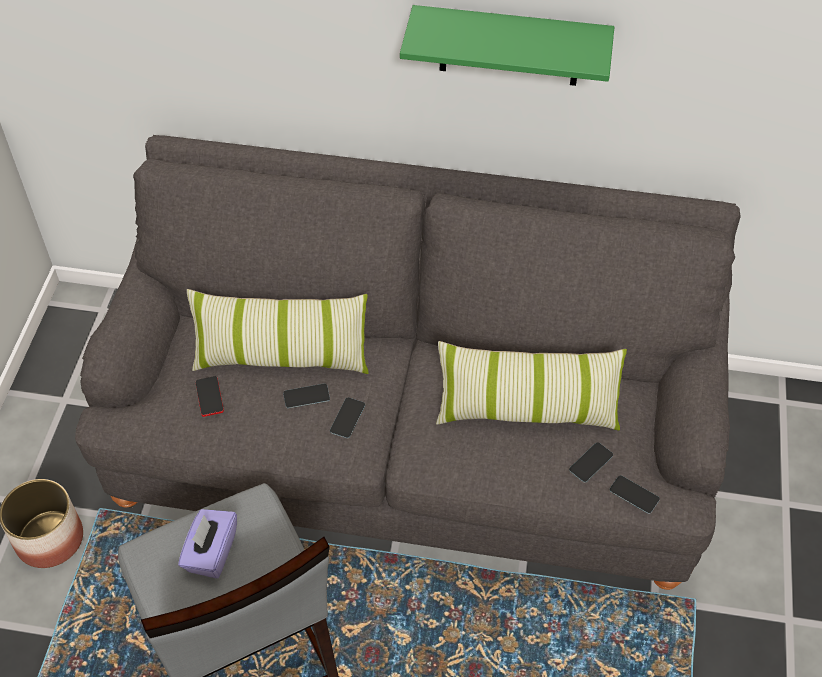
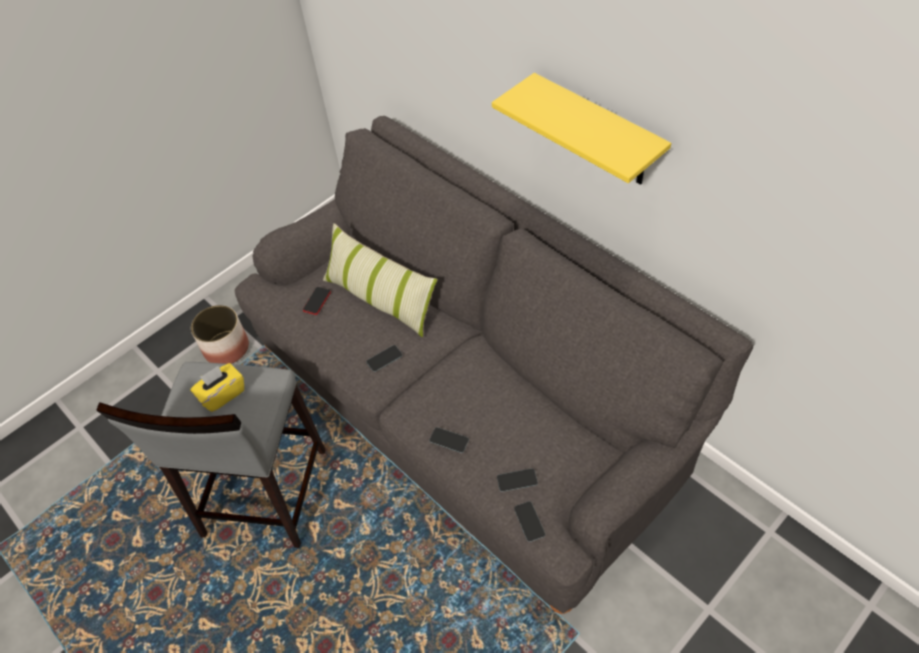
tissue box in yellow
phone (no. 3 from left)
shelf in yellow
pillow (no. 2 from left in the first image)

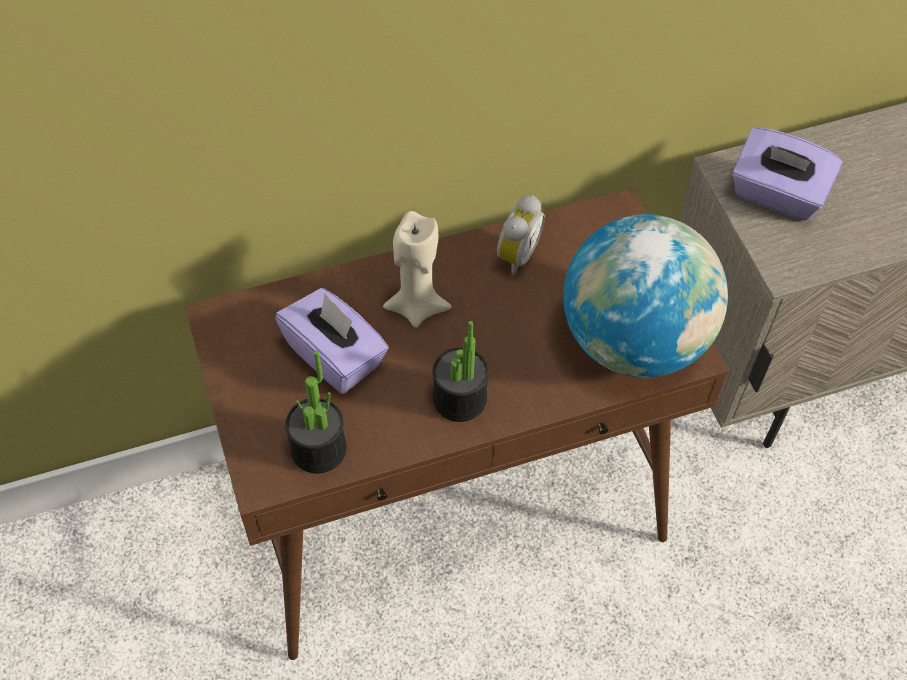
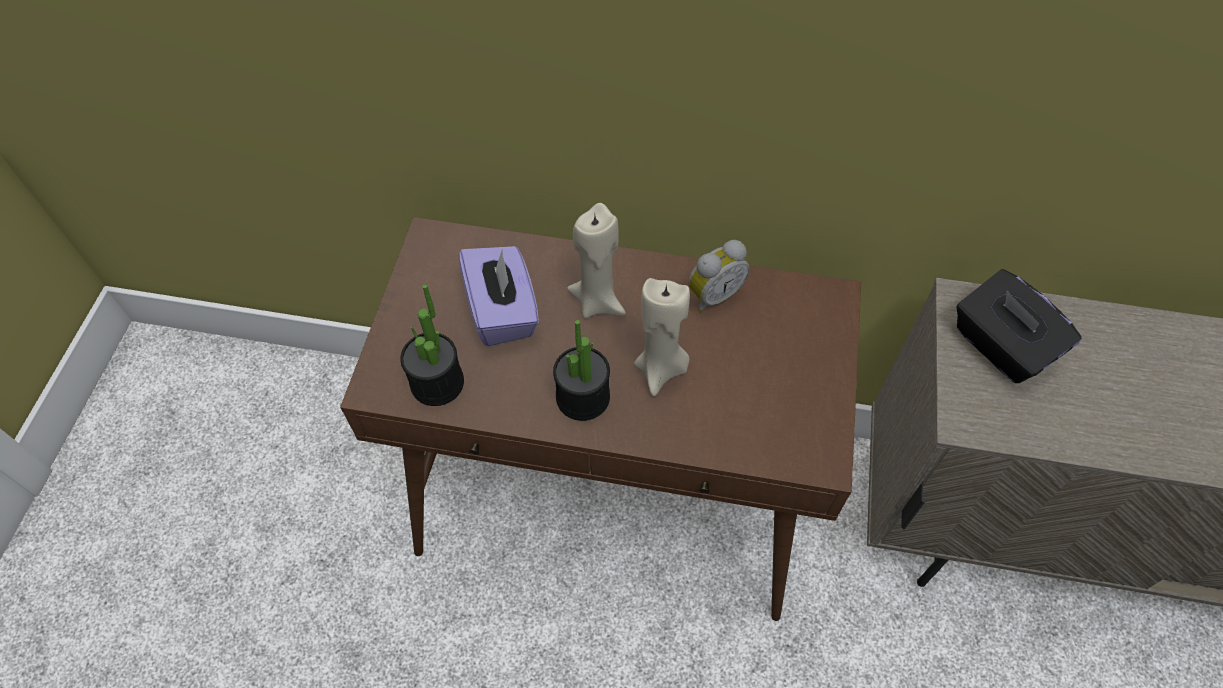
candle in beige (no. 2 from left)
tissue box in black
globe

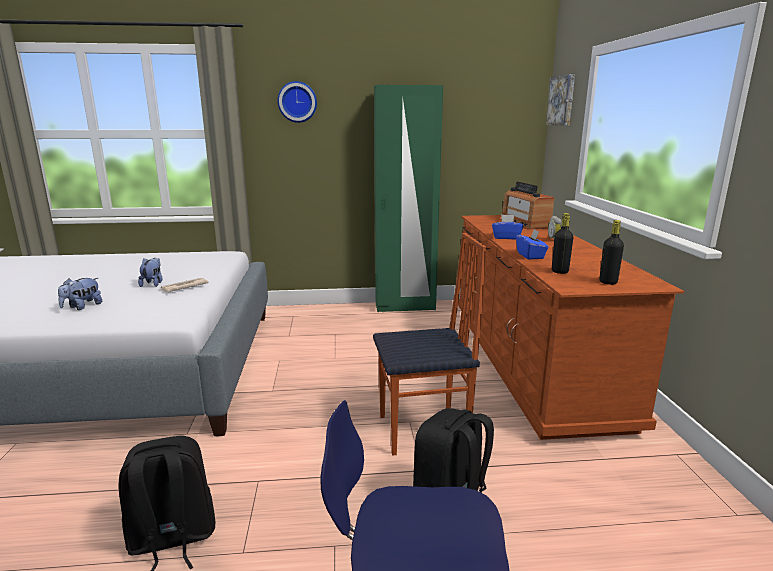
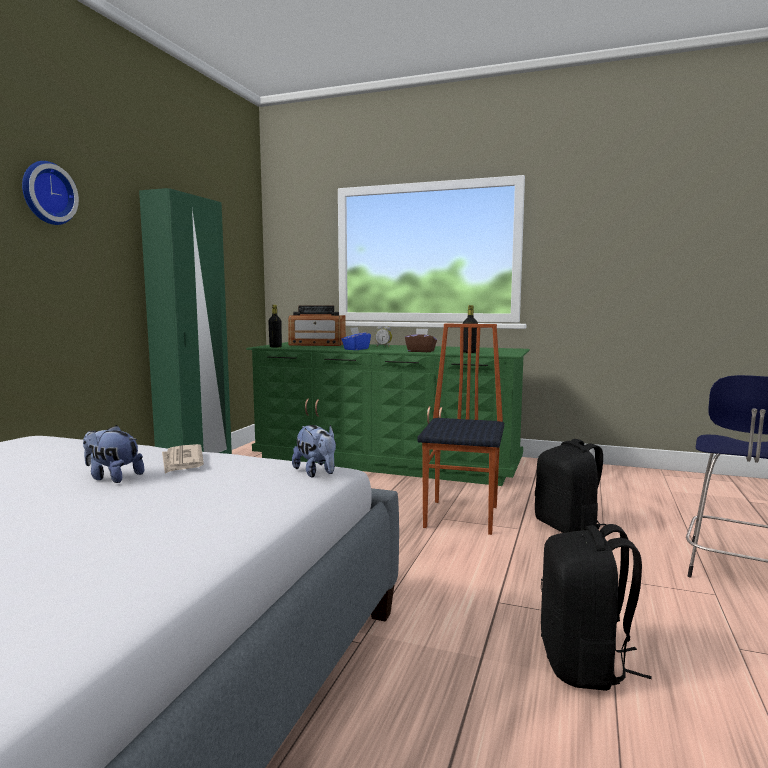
dresser in green
bottle in black (no. 1 from left)
plush toy (no. 2 from left)
tissue box in brown
picture

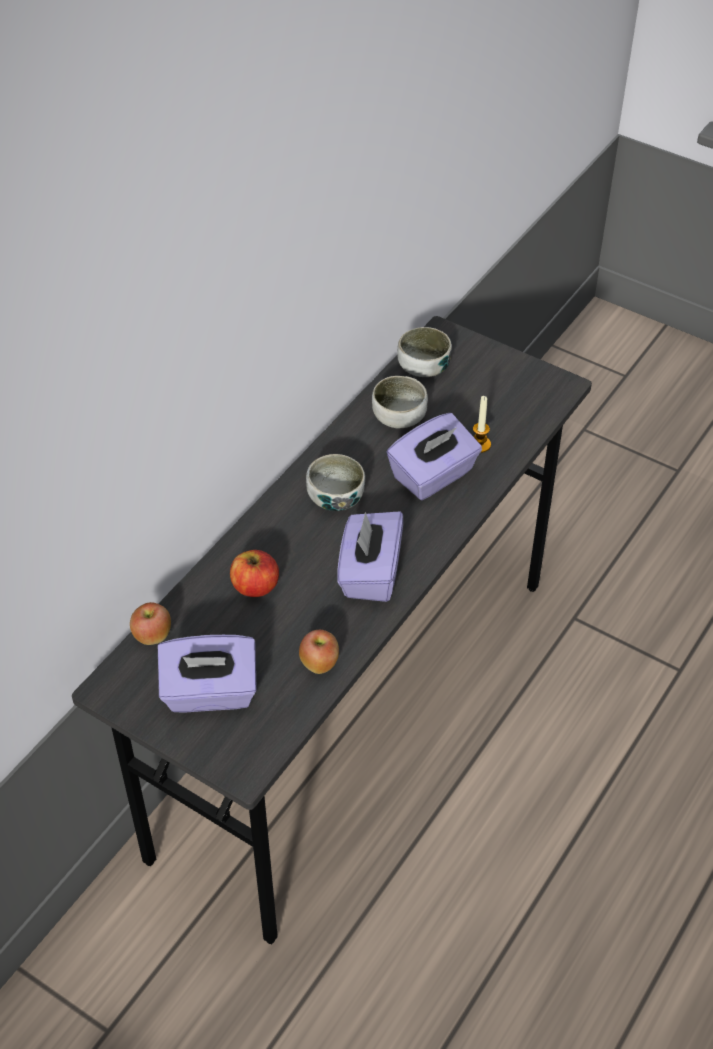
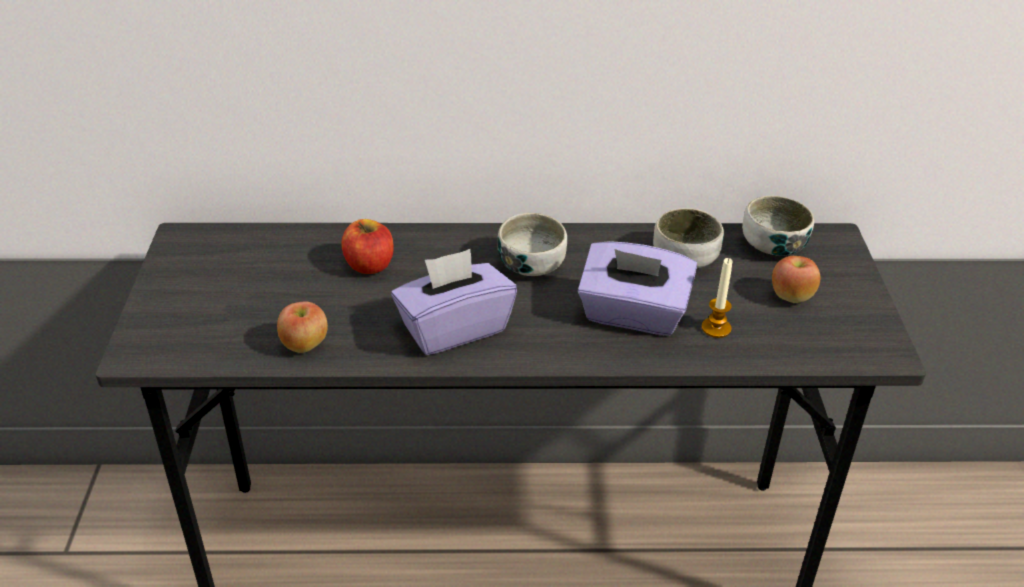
apple (no. 3 from left)
tissue box in purple (no. 1 from left in the first image)

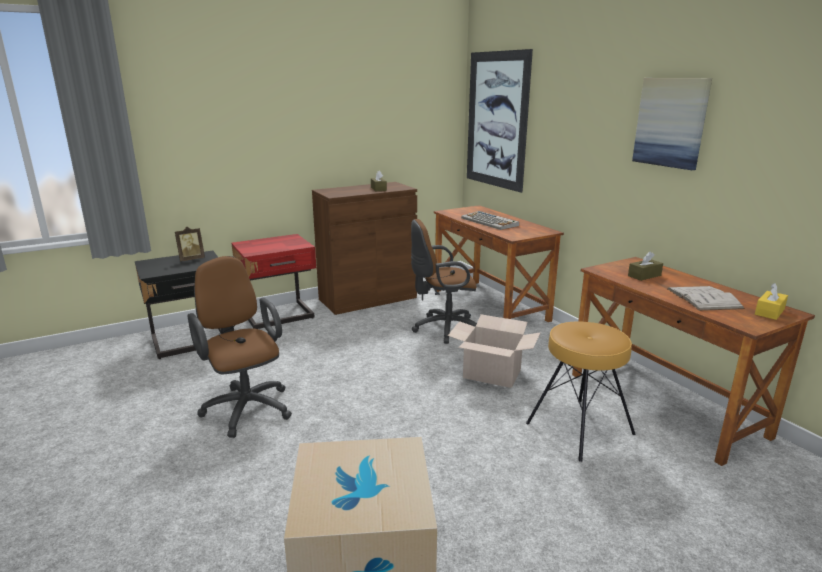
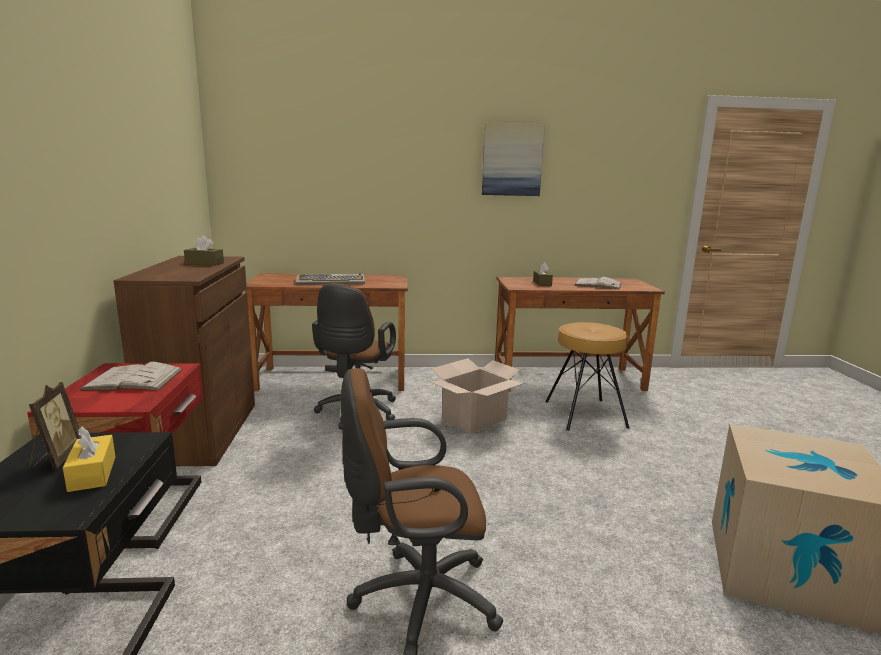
tissue box in yellow
book in white (no. 1 from left)
picture (no. 1 from left in the first image)

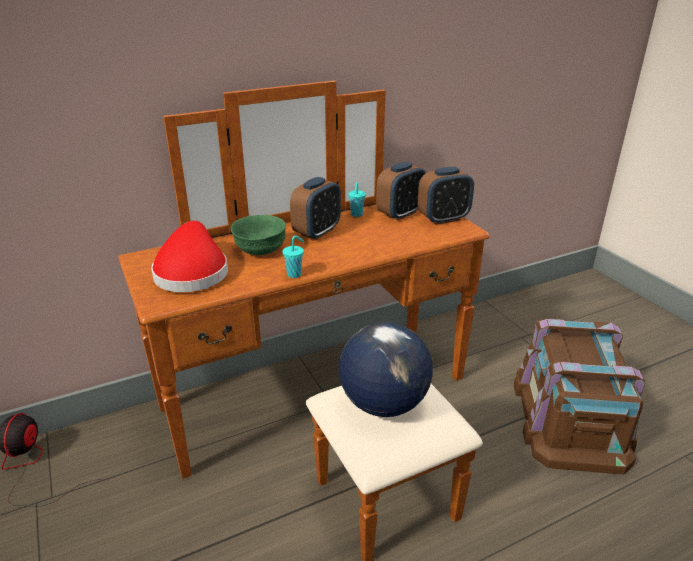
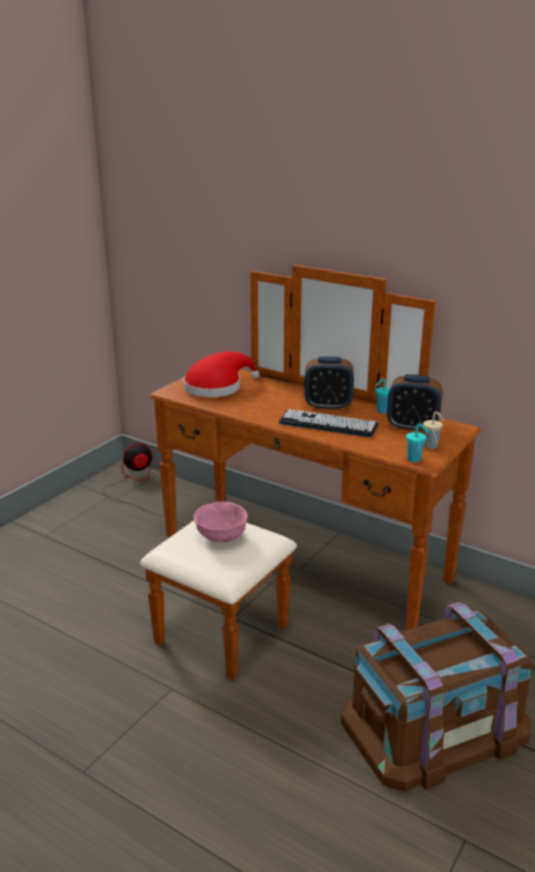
bowl in pink
keyboard
cup in turquoise (no. 2 from left)
cup in beige
bowl in green

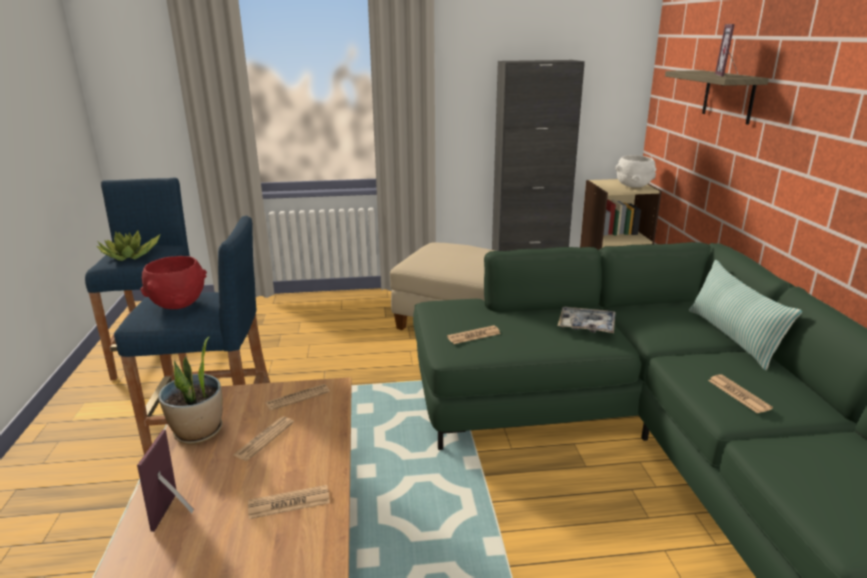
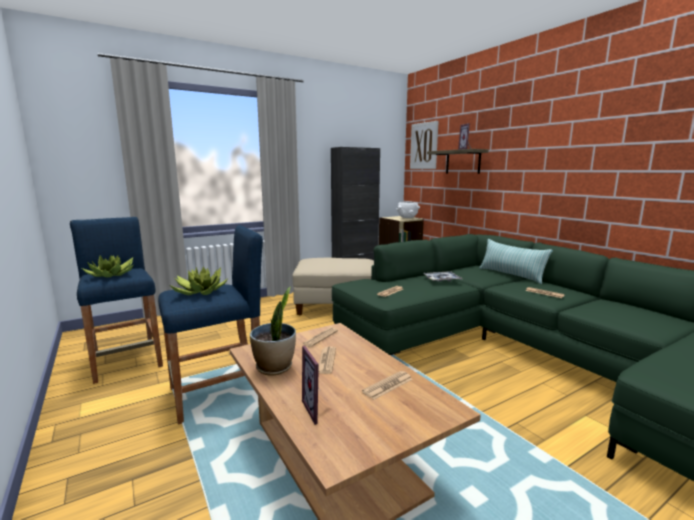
potted plant (no. 2 from left)
picture

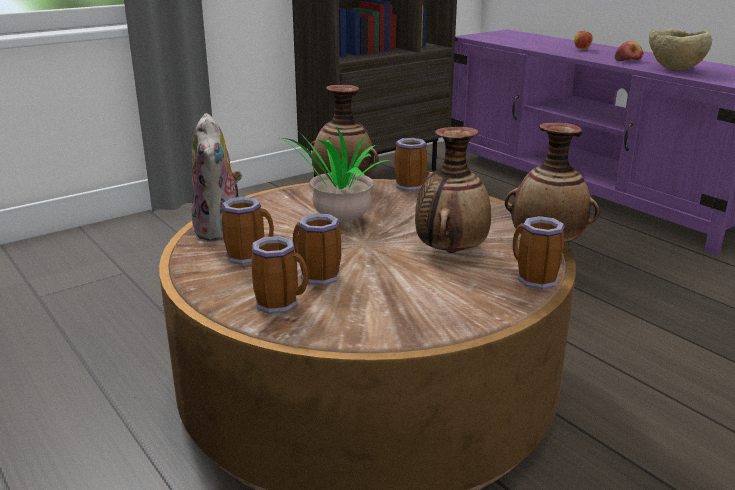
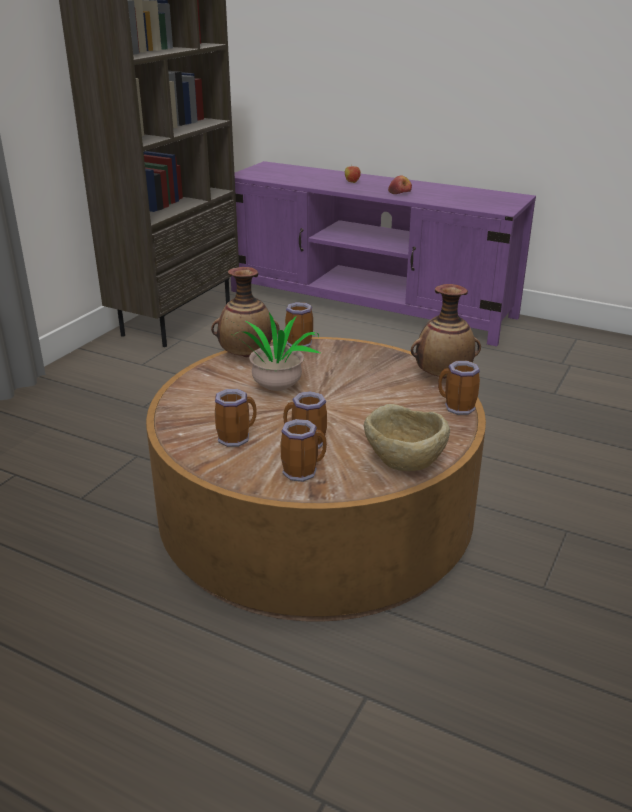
bowl in beige
plush toy
vase (no. 2 from left in the first image)

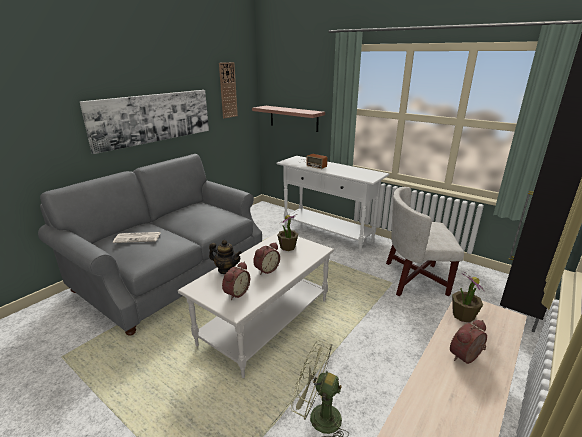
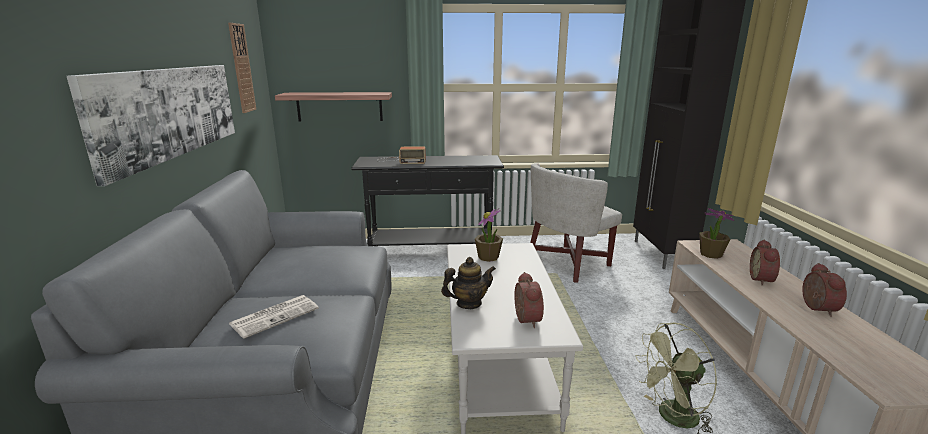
console table in black
alarm clock (no. 3 from left)

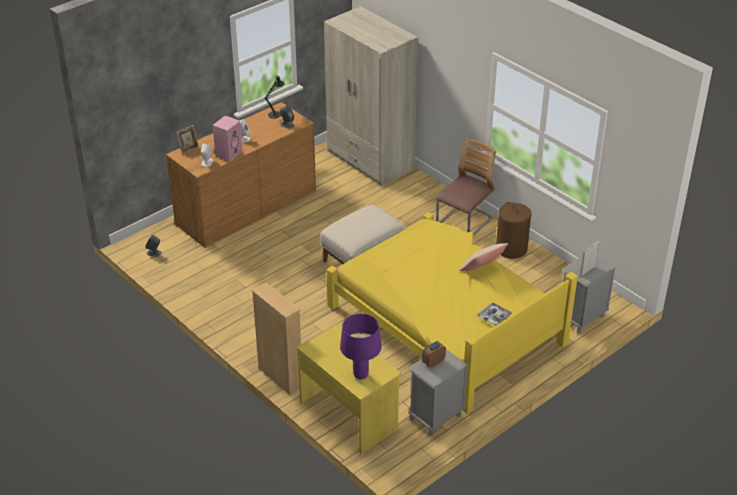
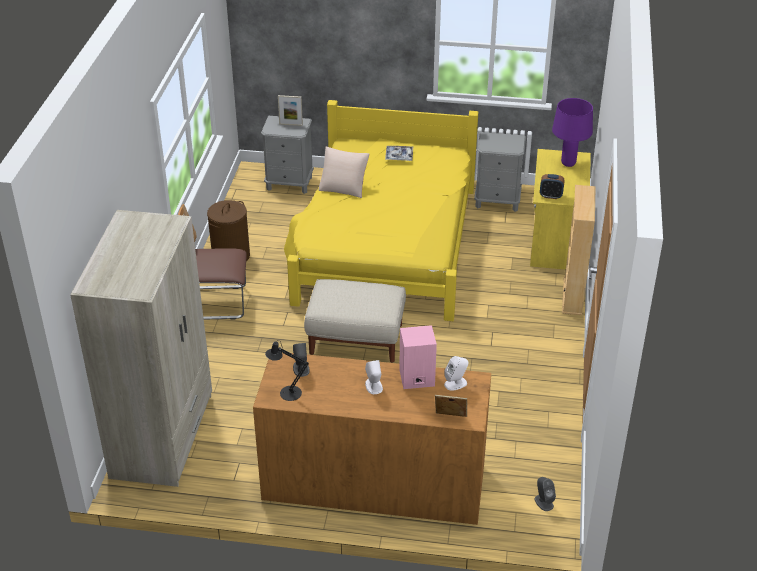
alarm clock

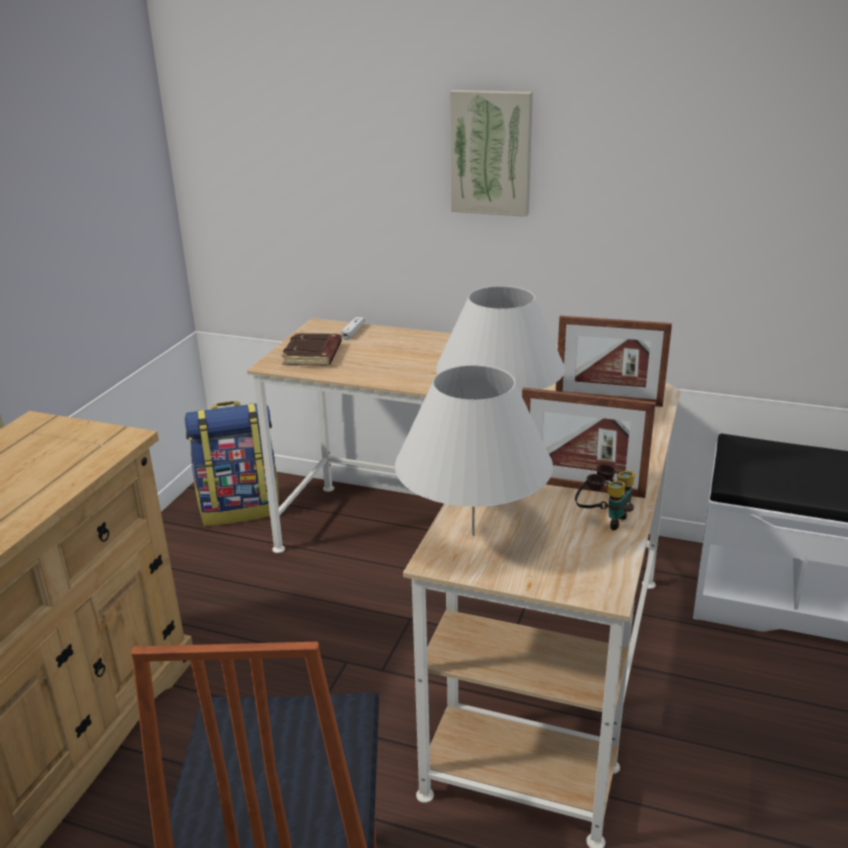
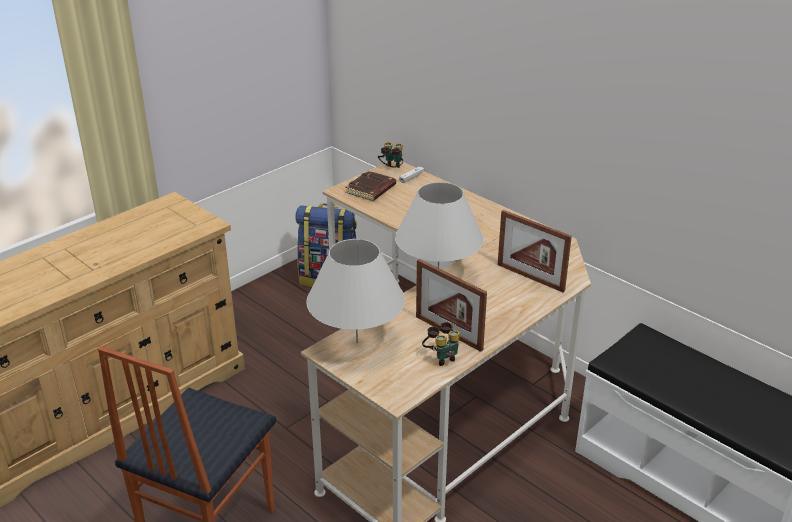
binoculars (no. 1 from left)
picture

